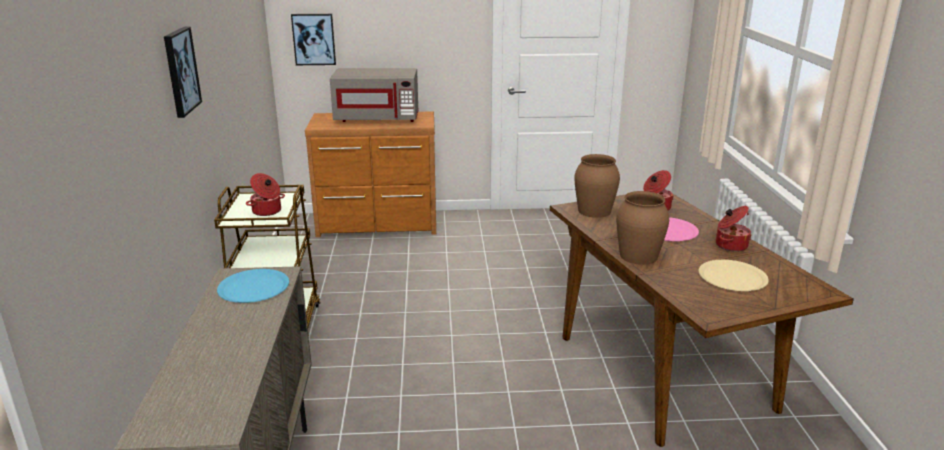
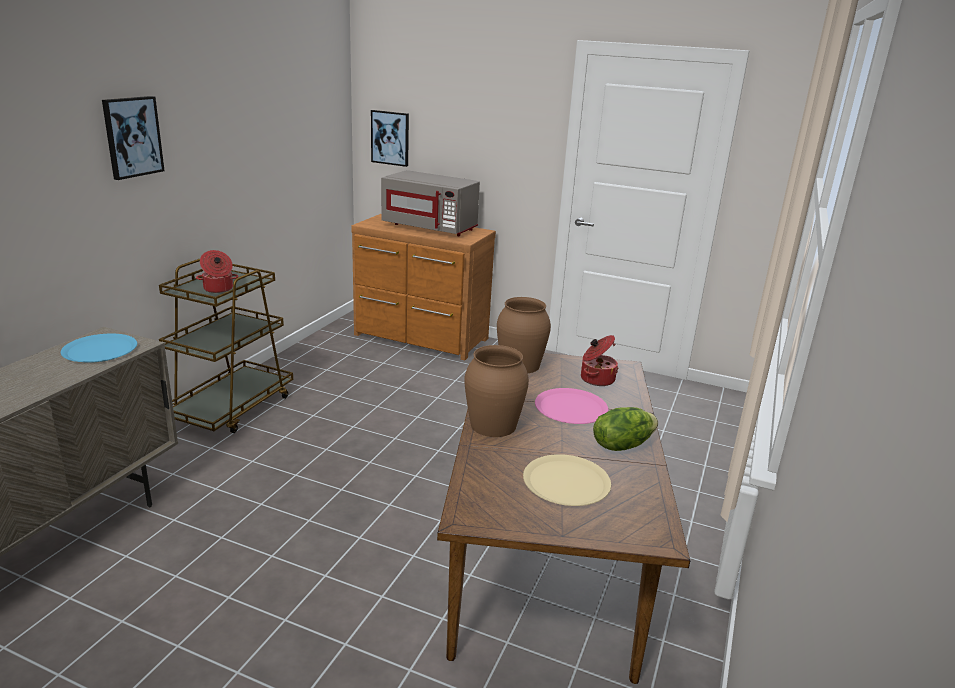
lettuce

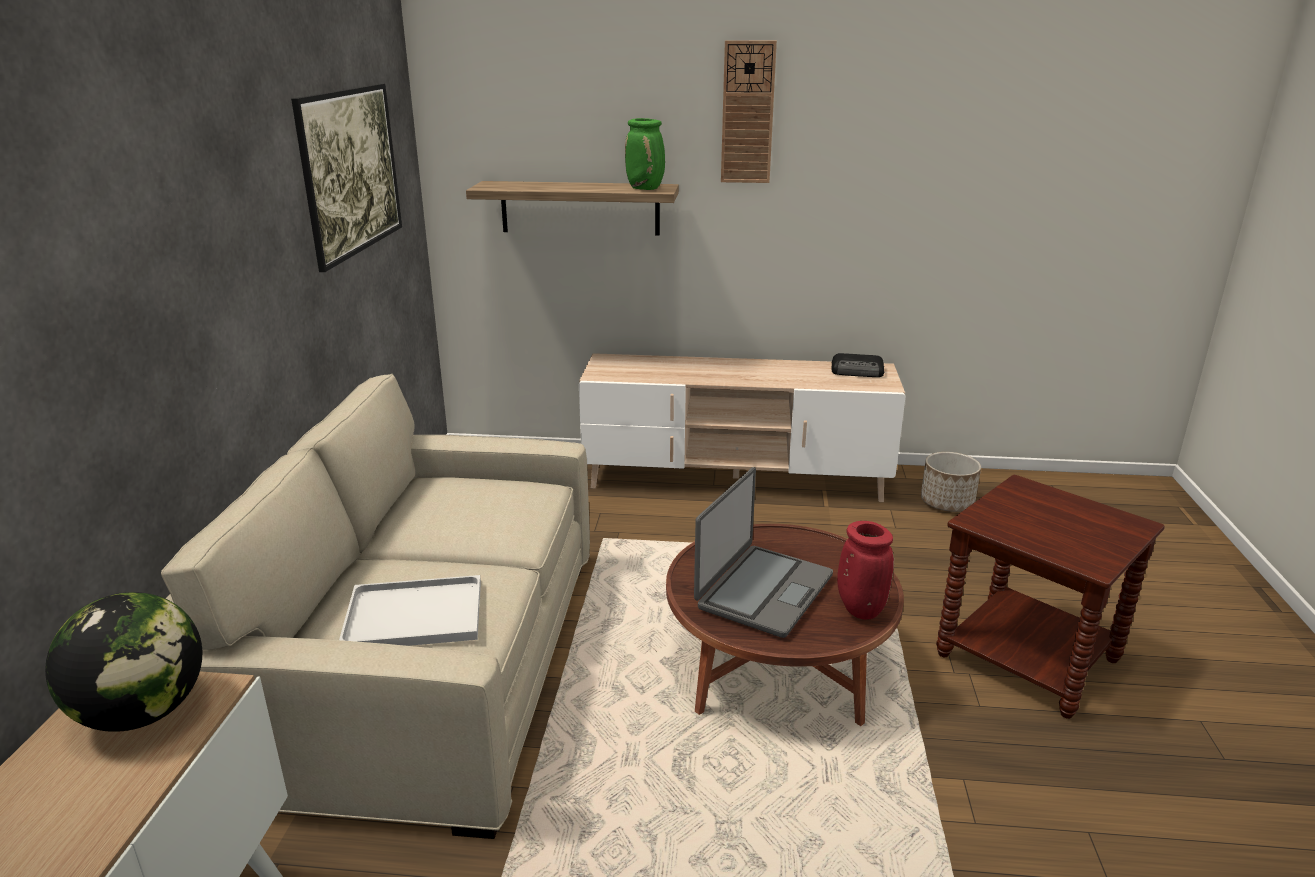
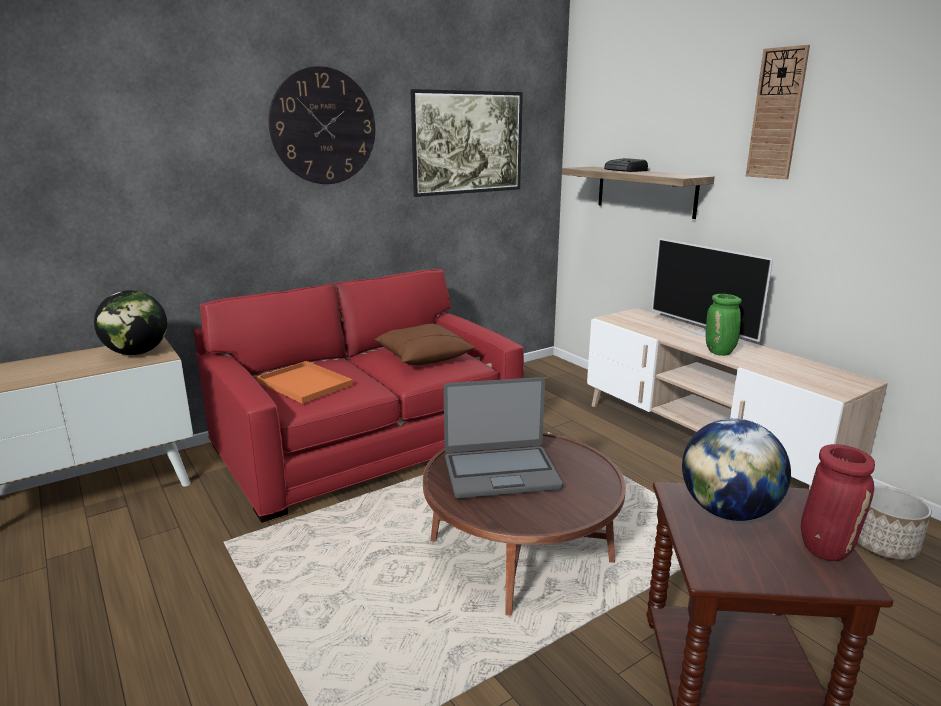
sofa in red
tray in orange
wall clock (no. 1 from left)
pillow in brown
radio
television
globe (no. 2 from left)
vase in green
vase in red

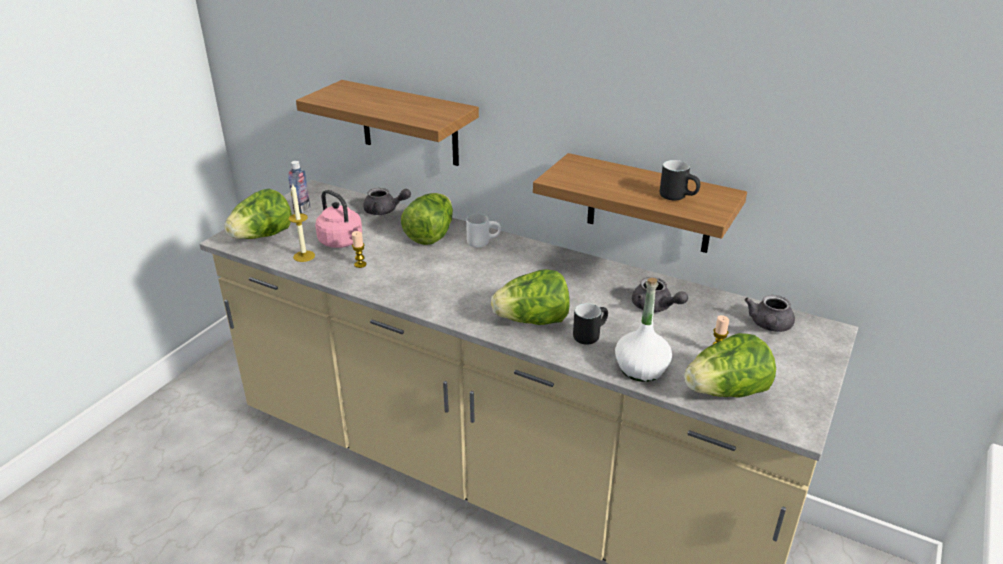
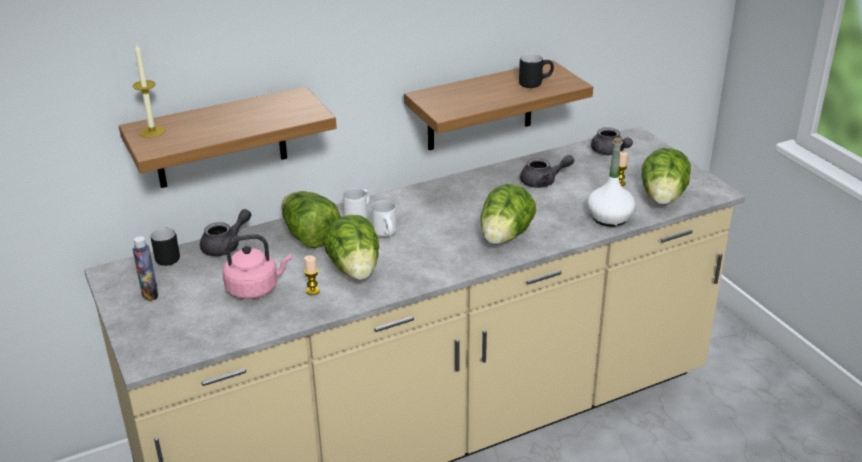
candle (no. 1 from left)
mug in black (no. 1 from left)
lettuce (no. 2 from left)
mug in white (no. 2 from left)

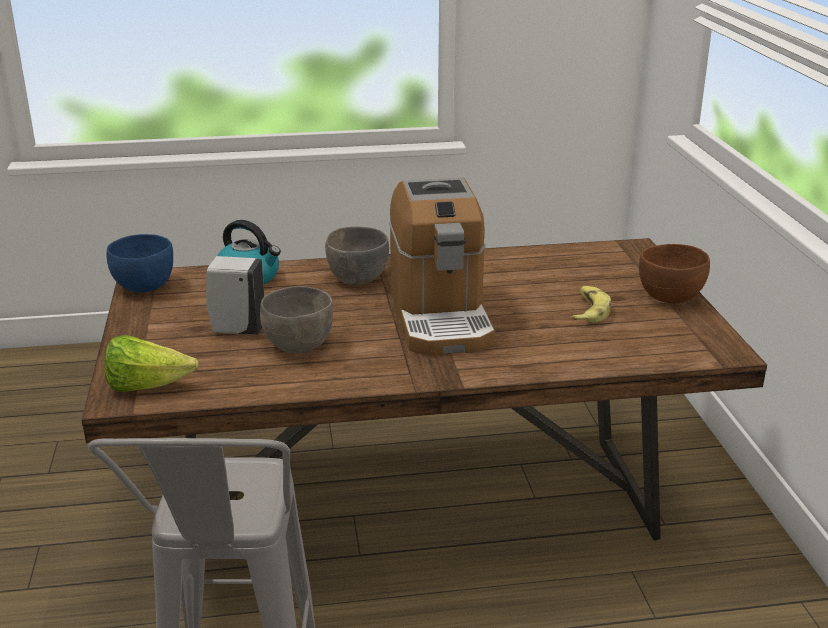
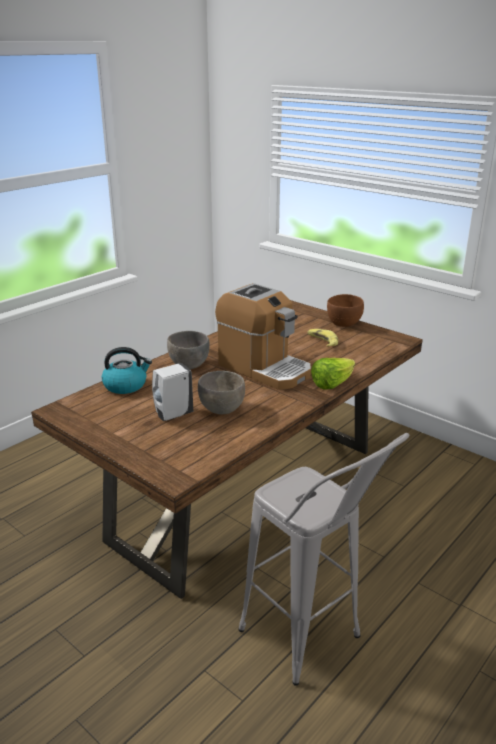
lettuce
bowl in blue

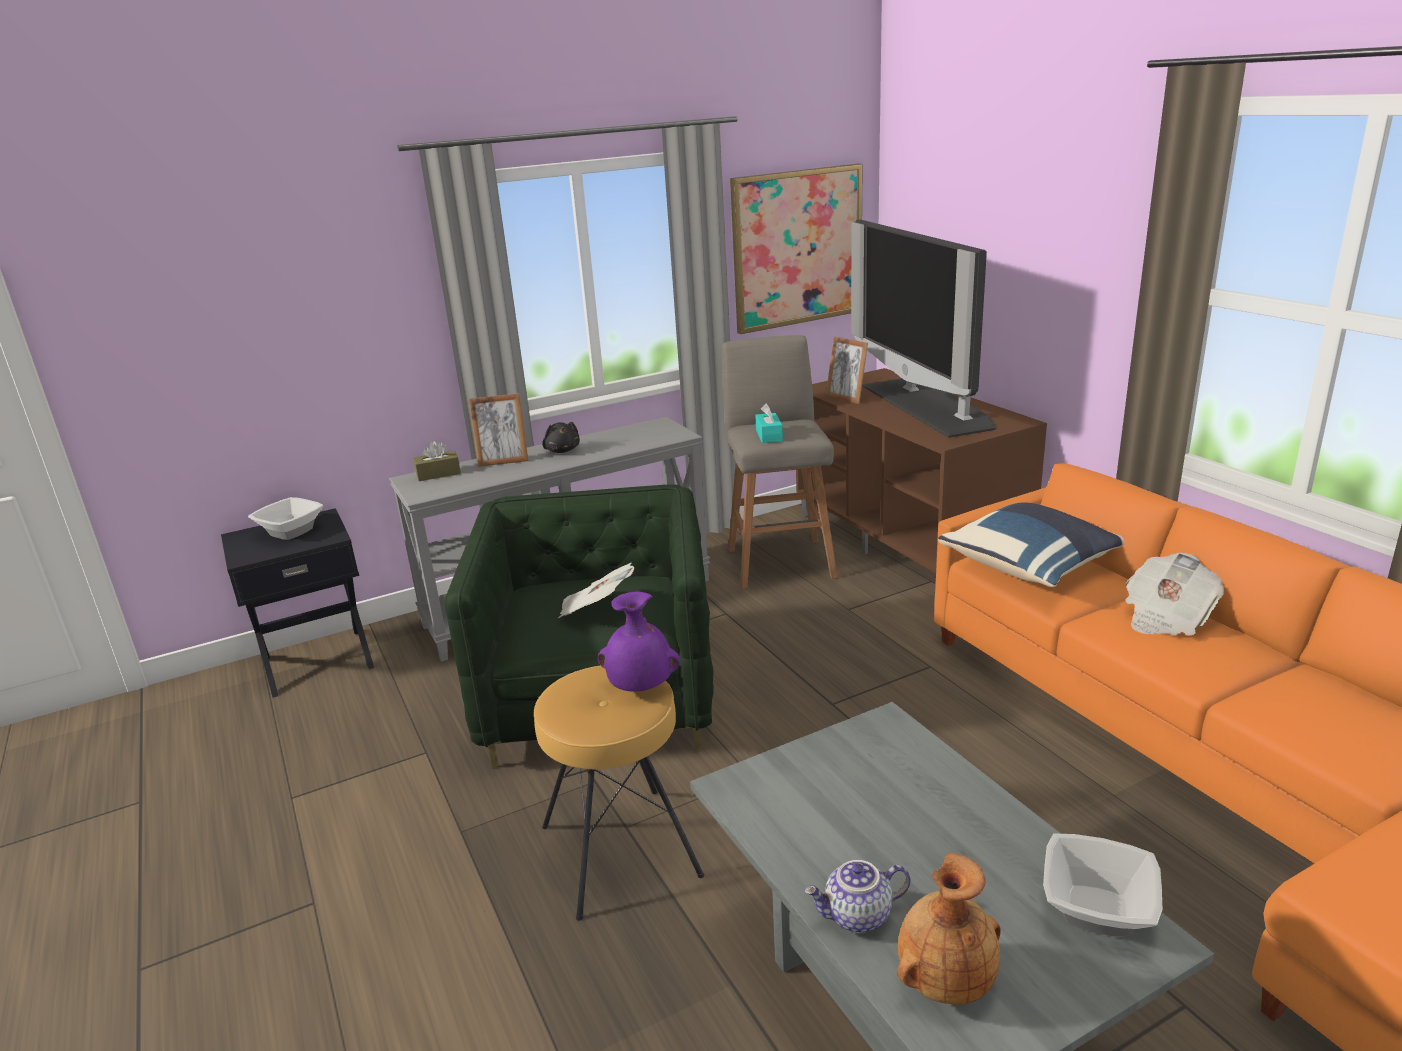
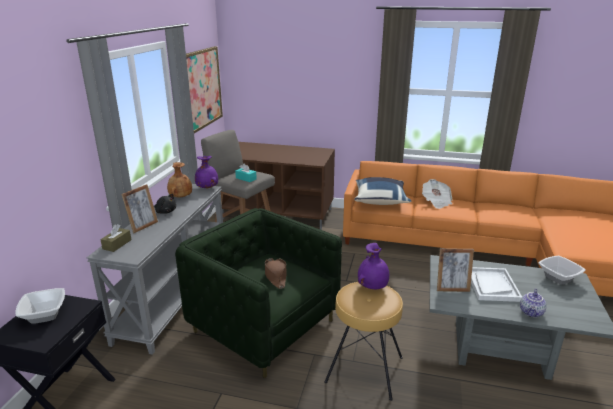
vase in brown
vase in purple (no. 1 from left)
hat in brown
picture frame (no. 2 from left)
tray in white
television

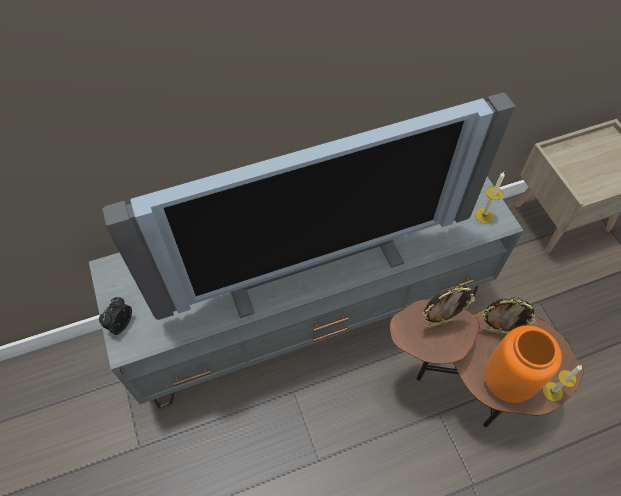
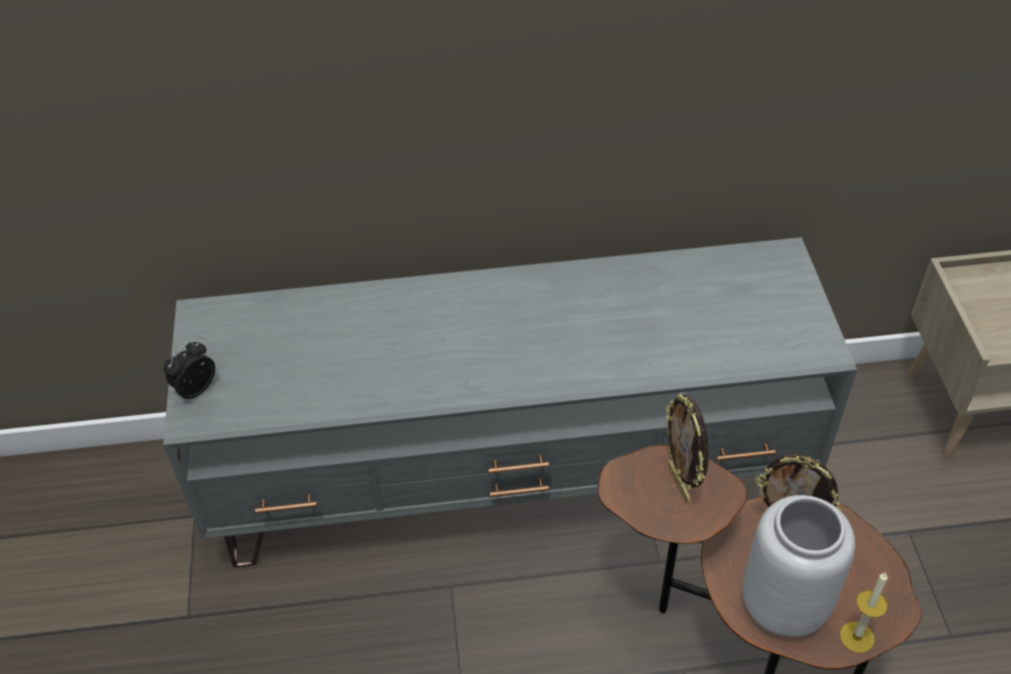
picture frame (no. 1 from left)
vase in grey
television
candle (no. 1 from left in the first image)

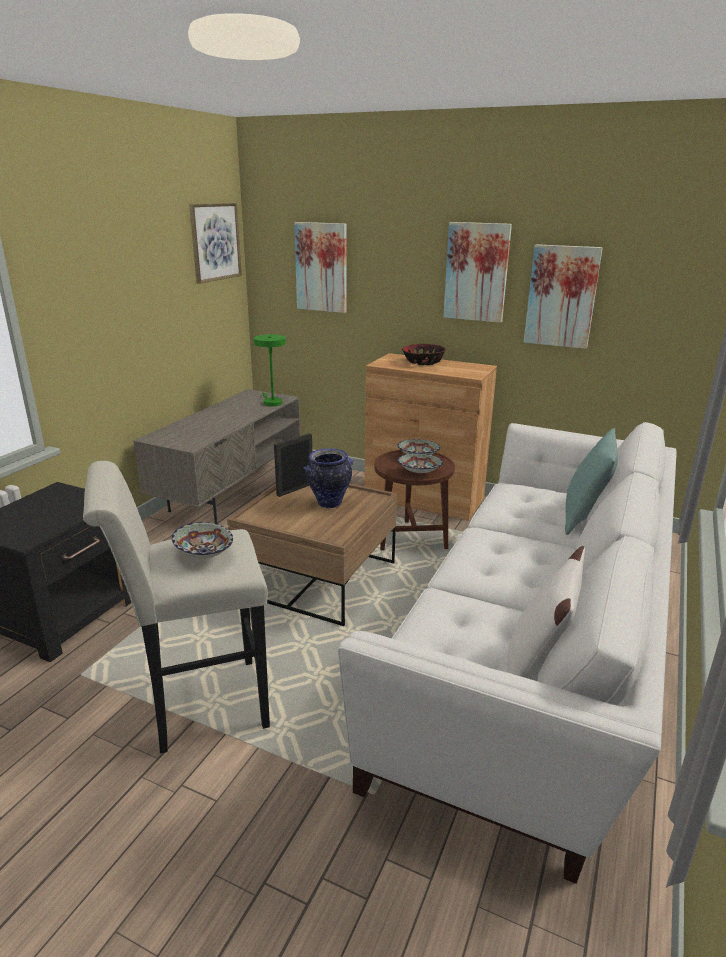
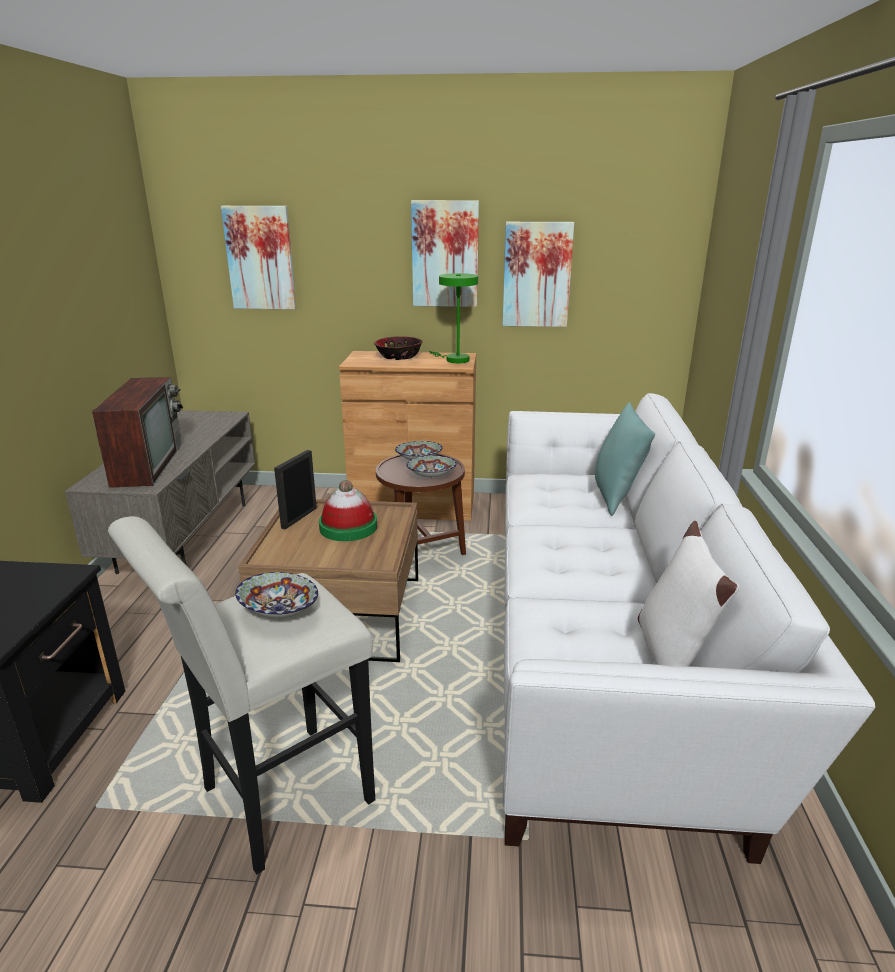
television
hat
table lamp in green
picture (no. 1 from left in the first image)

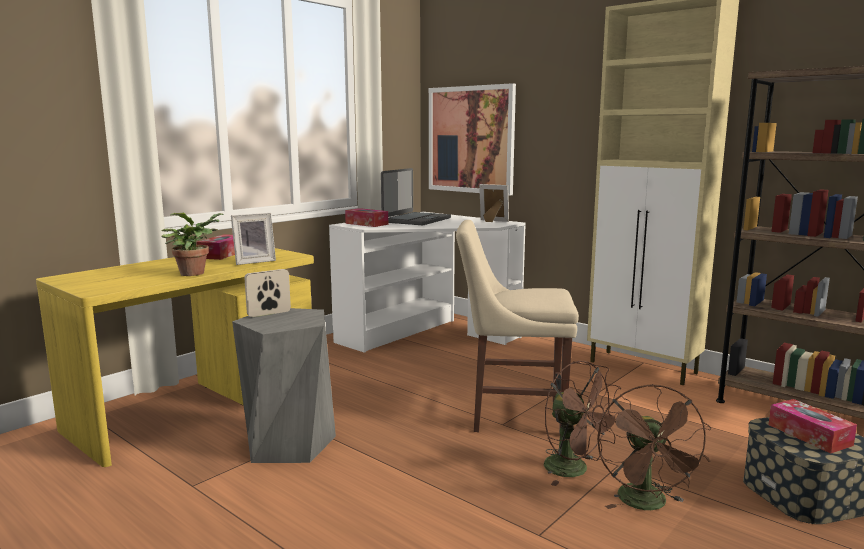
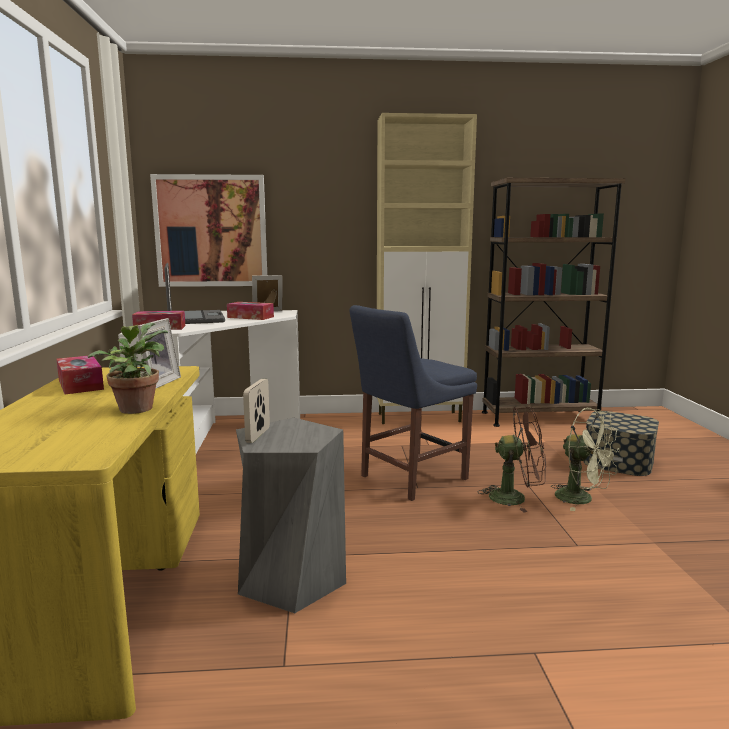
tissue box (no. 3 from left)
chair in blue
fan in green

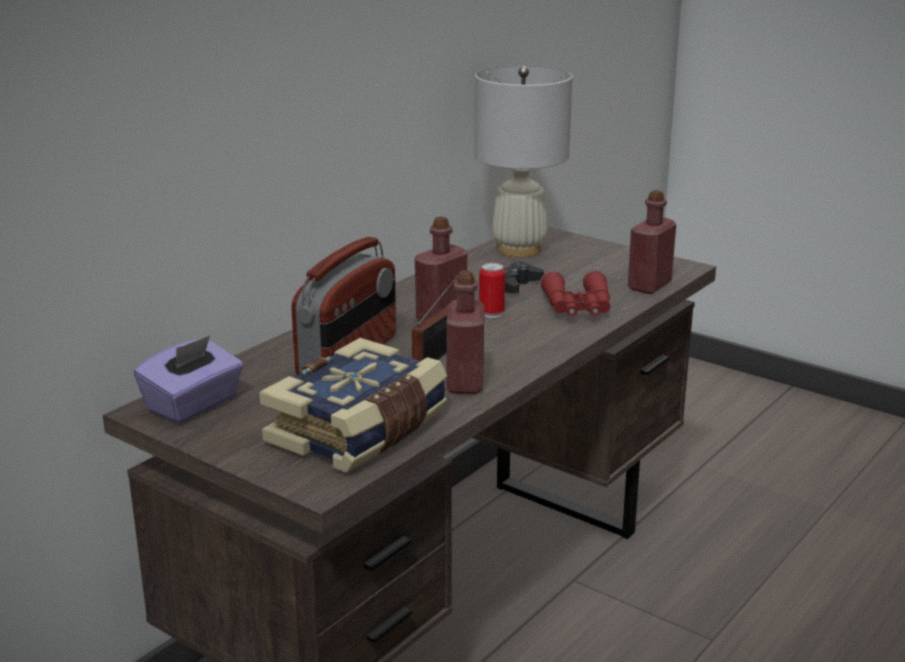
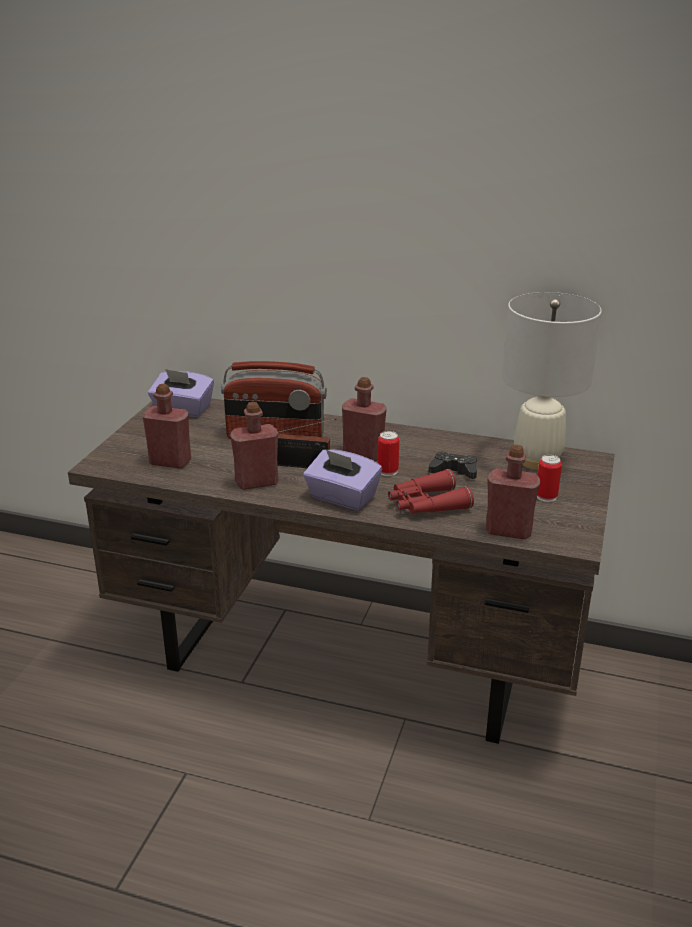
bottle in red (no. 1 from left)
tissue box in purple (no. 2 from left)
can (no. 2 from left)

